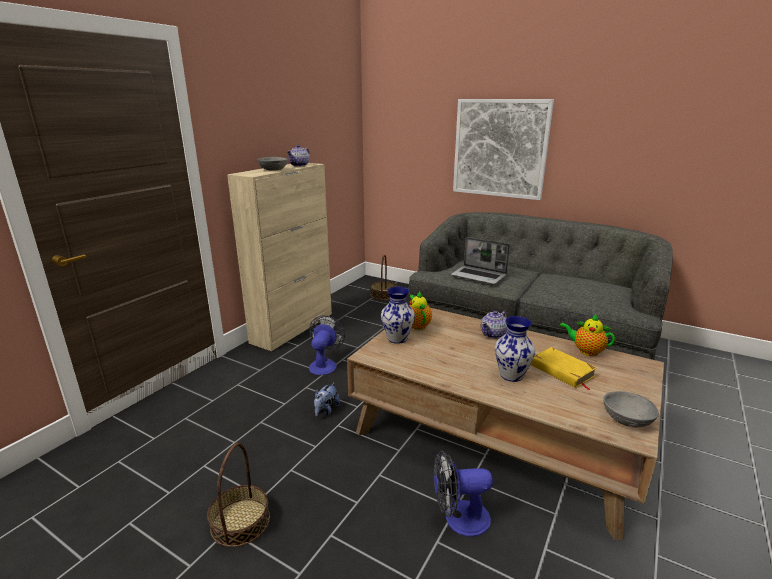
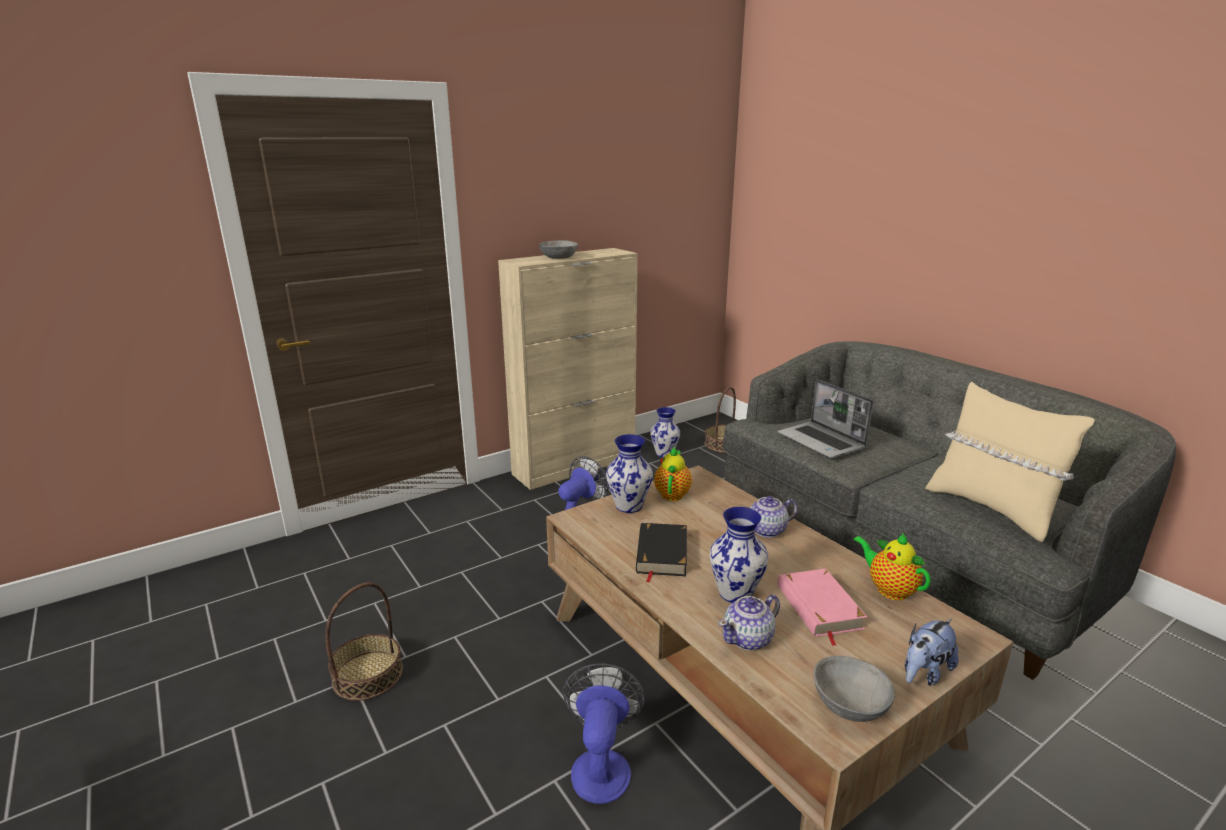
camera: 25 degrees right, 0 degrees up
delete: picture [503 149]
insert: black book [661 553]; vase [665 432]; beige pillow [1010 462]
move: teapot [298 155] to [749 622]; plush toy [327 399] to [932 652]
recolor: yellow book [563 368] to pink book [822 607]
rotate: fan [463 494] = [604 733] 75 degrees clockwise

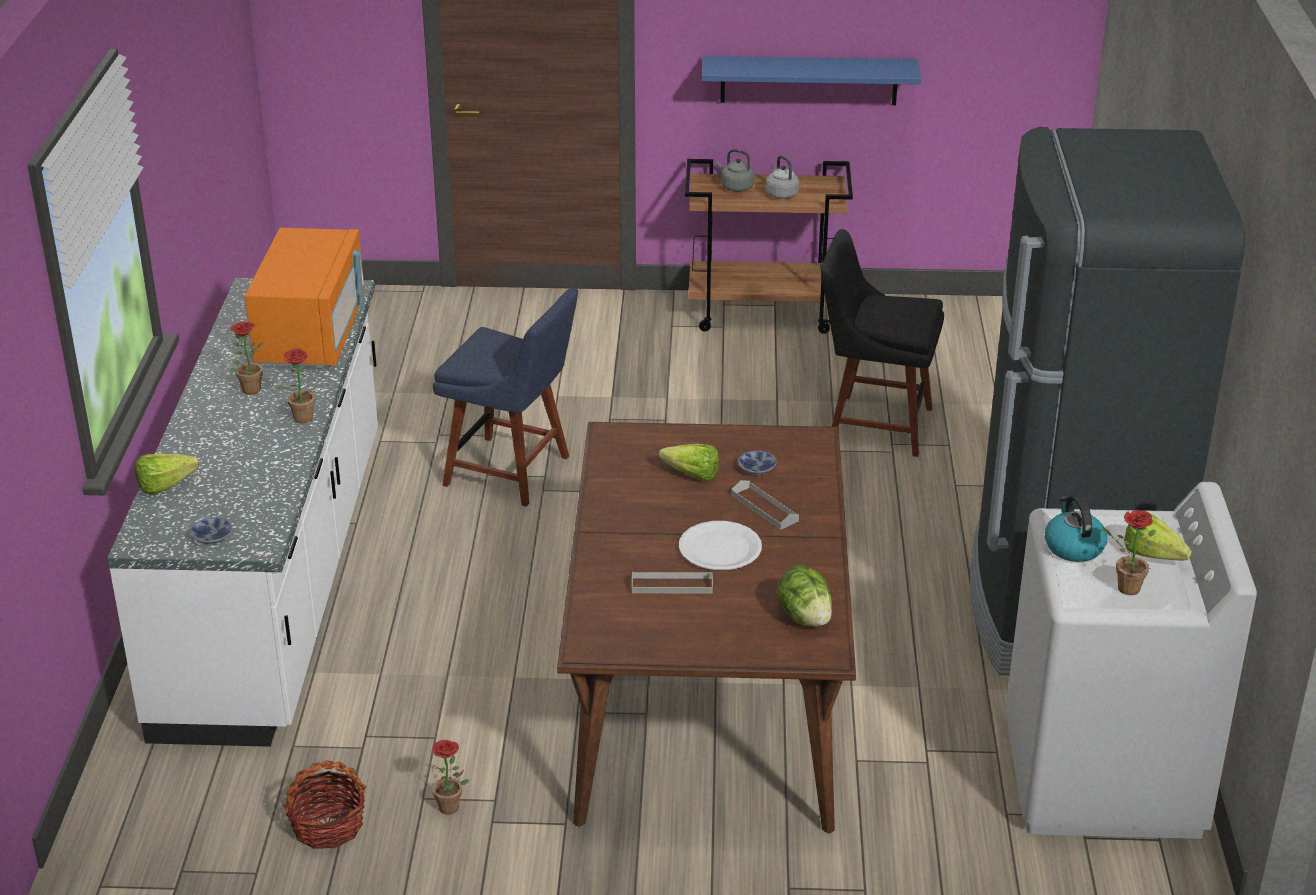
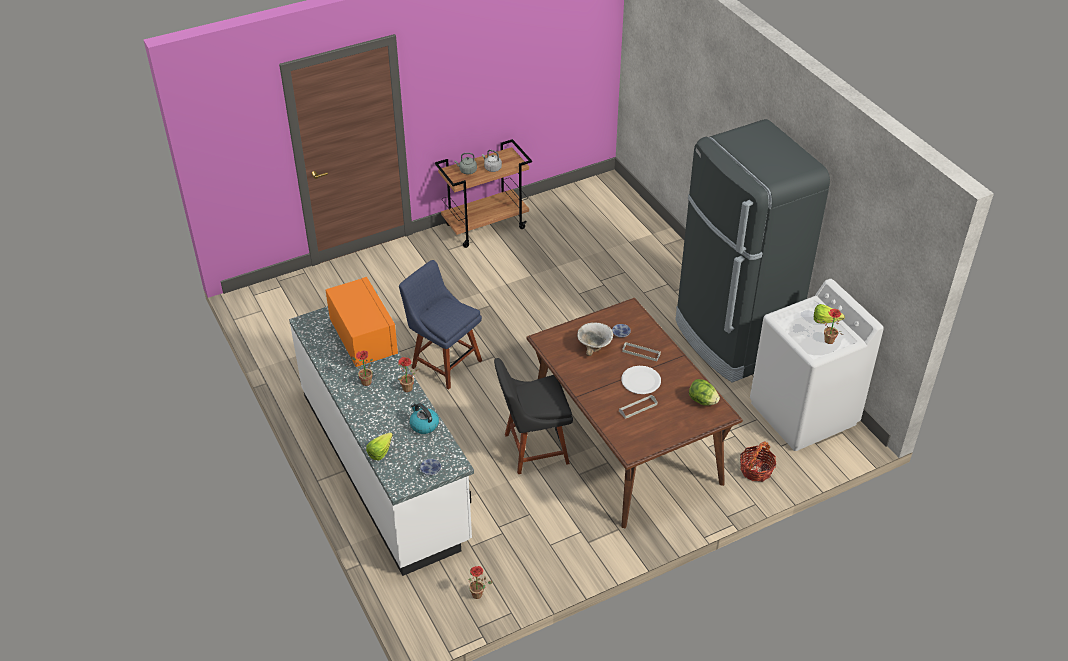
camera: 30 degrees left, 10 degrees up
delete: blue shelf [811 80]
move: basket [324 804] to [758 461]; potted plant [447 777] to [481 582]; black chair [882 343] to [533 416]; kettle [1076 528] to [424 418]
replace: lettuce [689 462] to bowl [595 339]
rotate: blue chair [505 397] = [440 324] 135 degrees counterclockwise

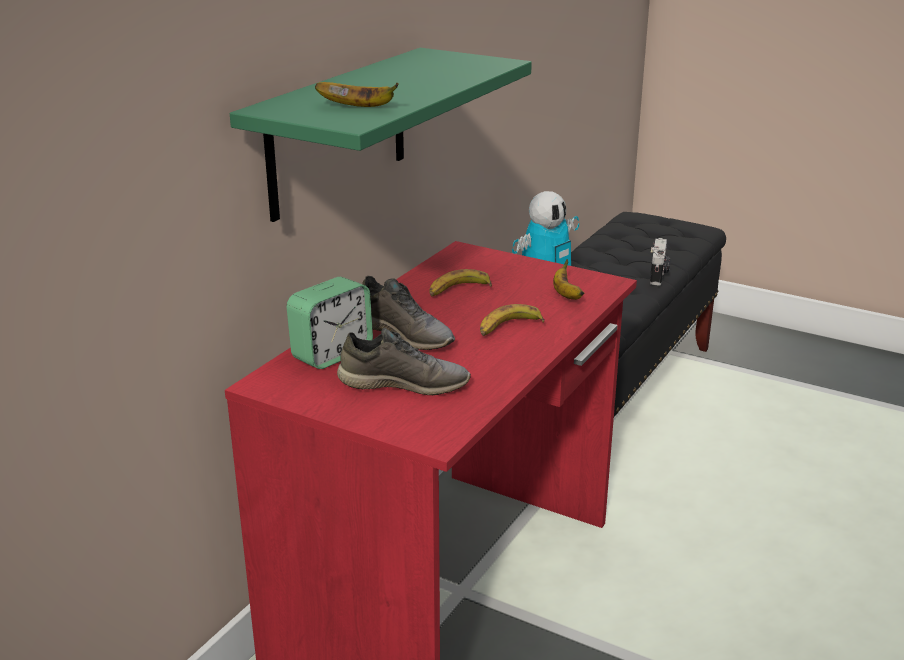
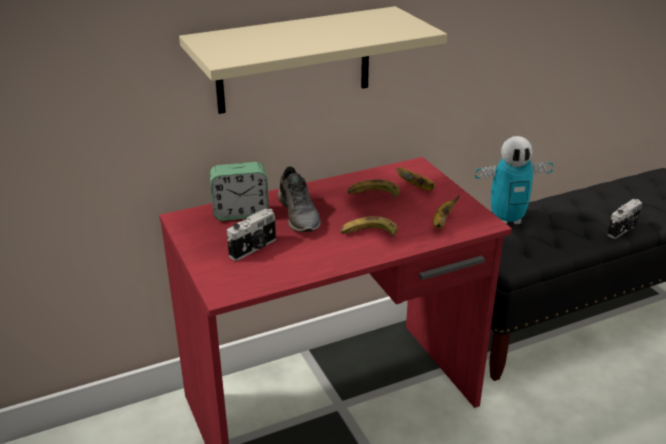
camera: 35 degrees right, 5 degrees up
move: banana [357 94] to [415 179]
replace: grey shoe [404 361] to photo camera [251 234]
recolor: green shelf [381 135] to beige shelf [313 60]

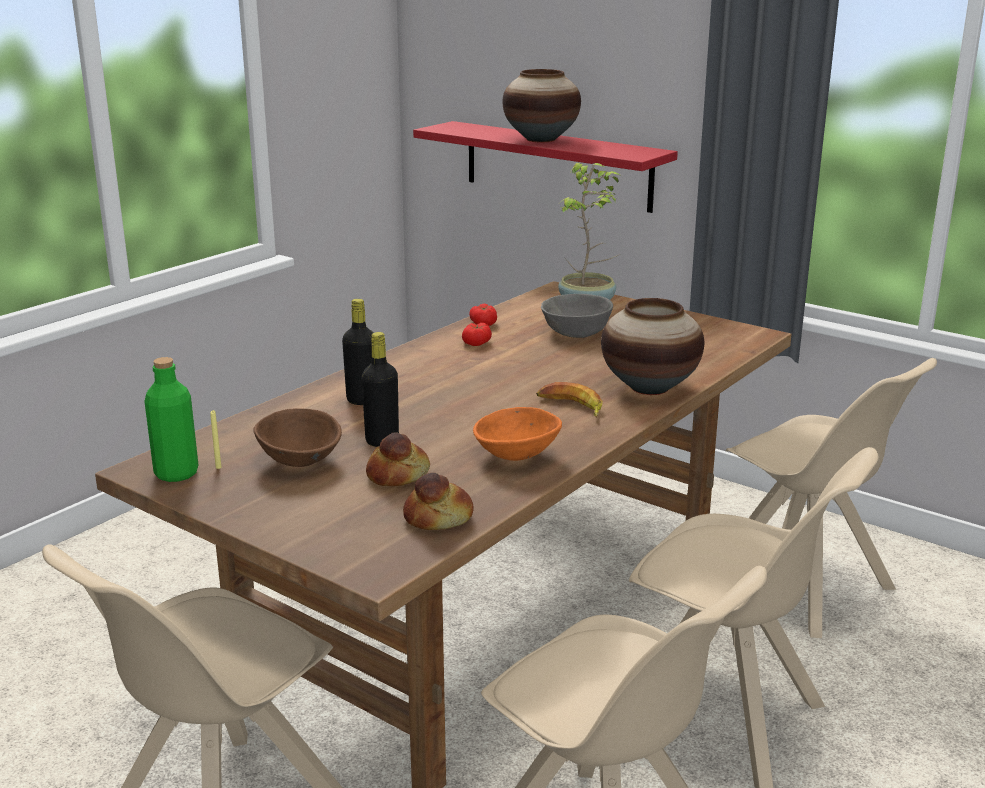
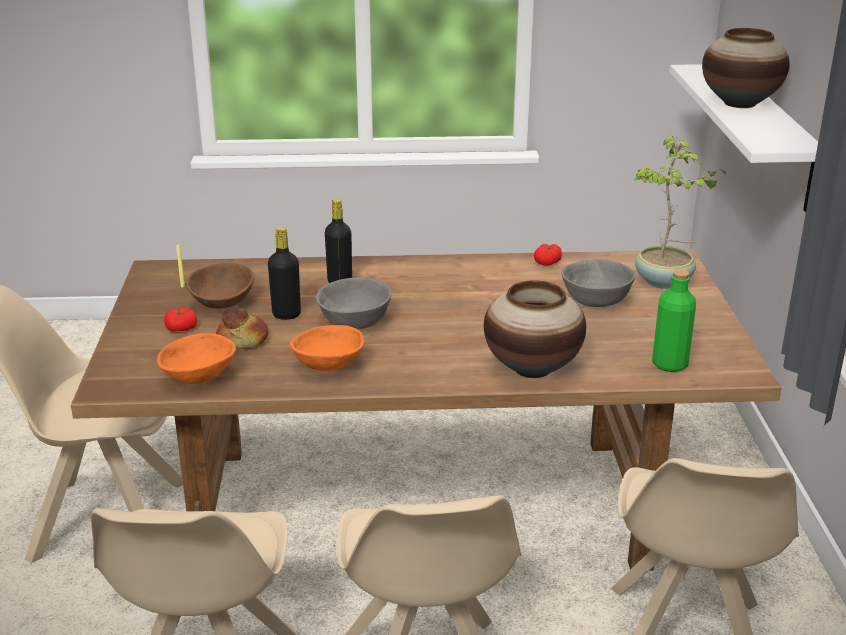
camera: 50 degrees right, 5 degrees up
delete: banana [569 399]
insert: grey bowl [353 303]
move: green bottle [171 419] to [674 320]; tomato [477 334] to [180 319]
replace: bread [438 501] to orange bowl [196 358]
recolor: red shelf [545 167] to white shelf [744 138]

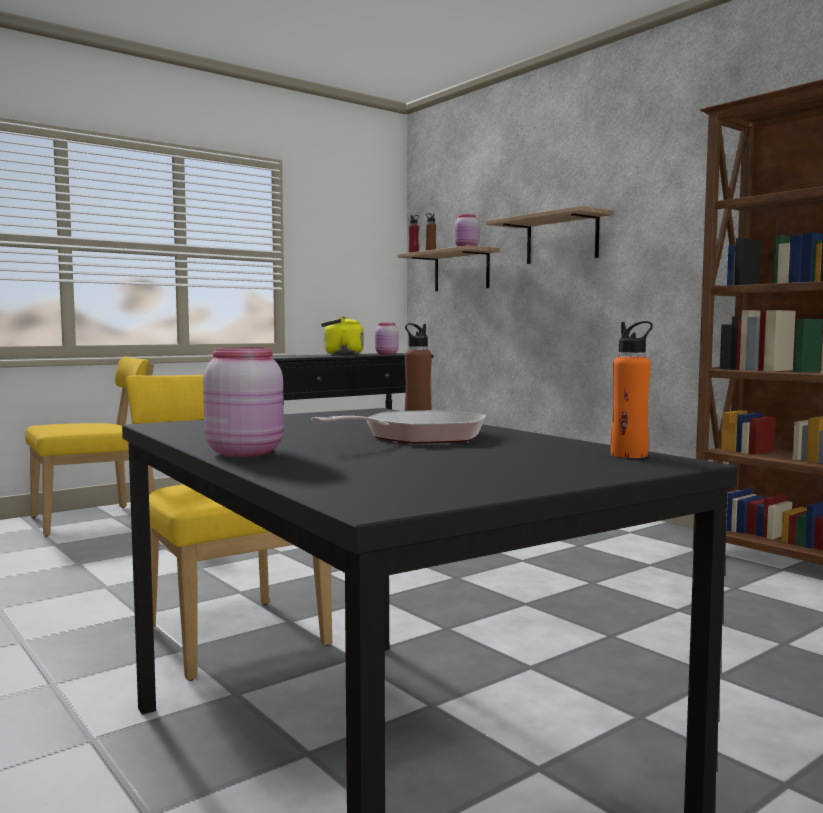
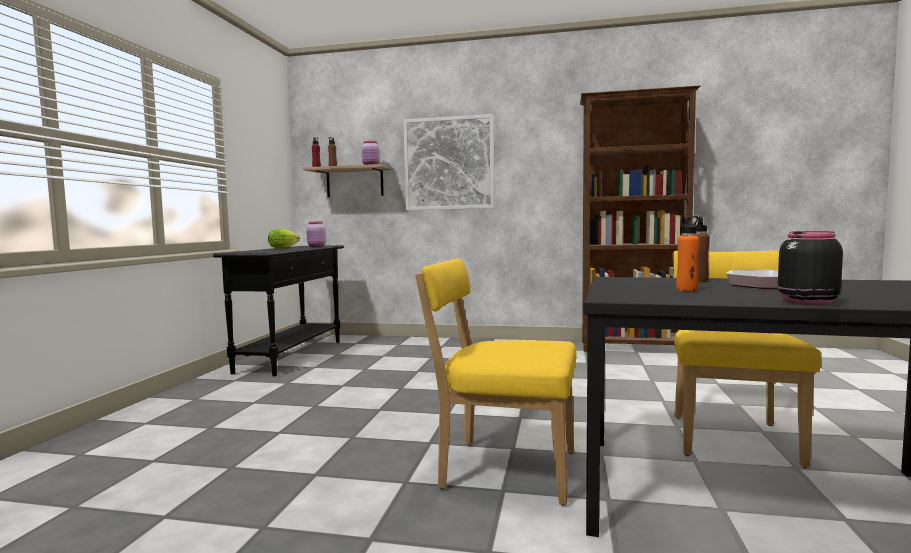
camera: 40 degrees left, 0 degrees up
move: yellow chair [89 446] to [747 359]; orange bottle [632 389] to [687 253]
replace: yellow kettle [342 335] to lettuce [284 239]; shelf [549 235] to picture [449 162]
recolor: pink jar [243 402] to black jar [810 268]

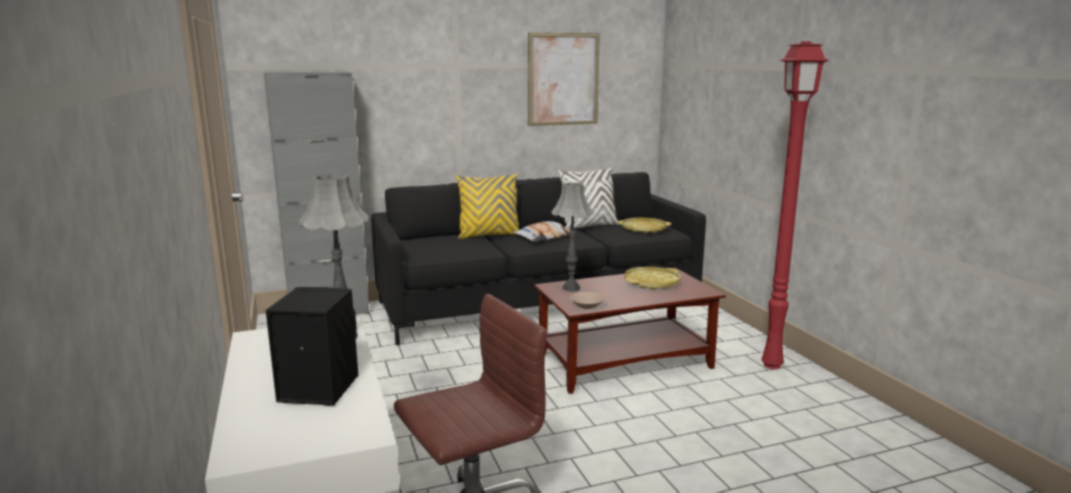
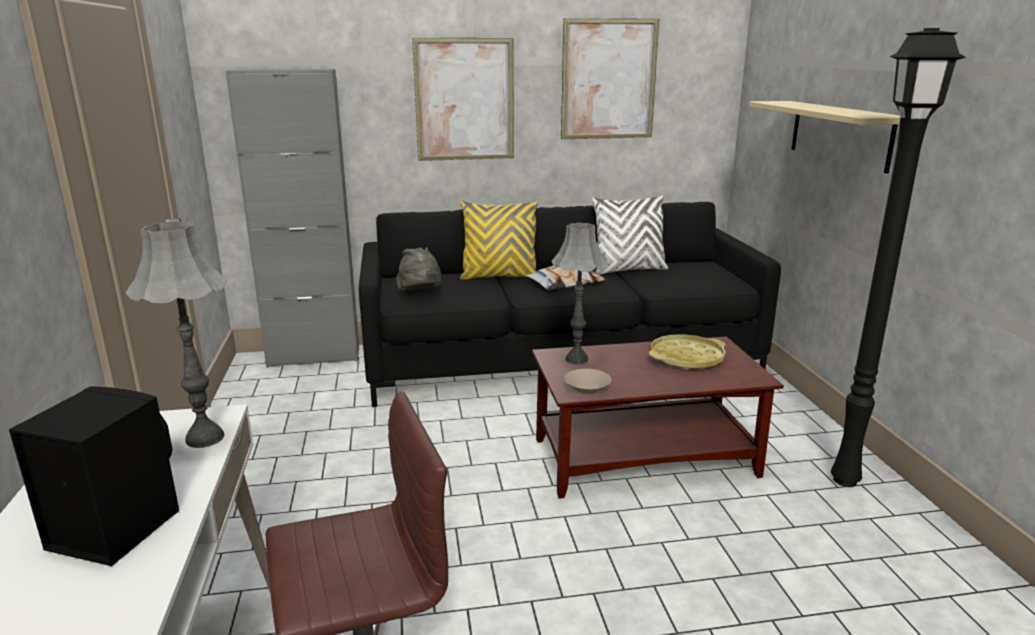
camera: 10 degrees right, 5 degrees up
delete: yellow tray [644 225]
insert: grey hat [419 269]; picture [463 99]; beige shelf [824 137]
recolor: red floor lamp [795 205] to black floor lamp [898 257]

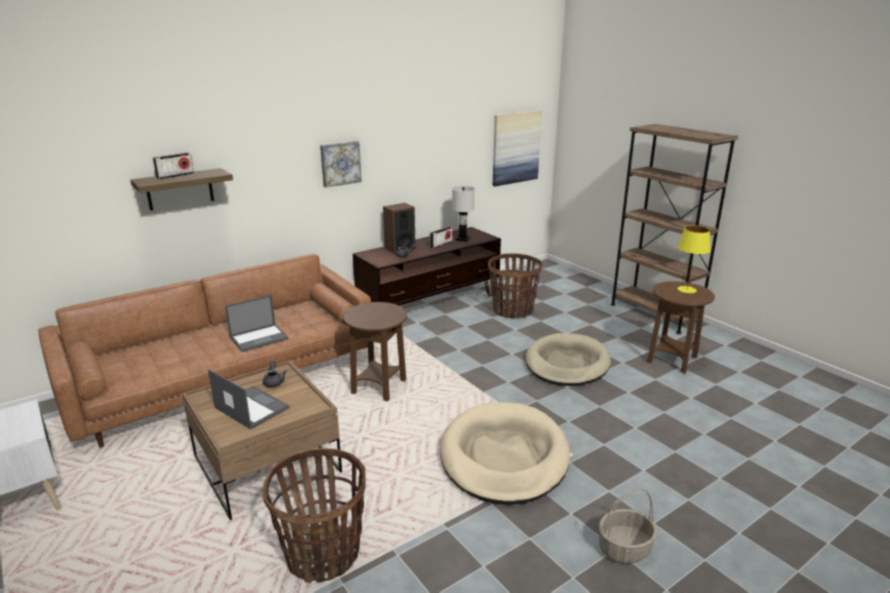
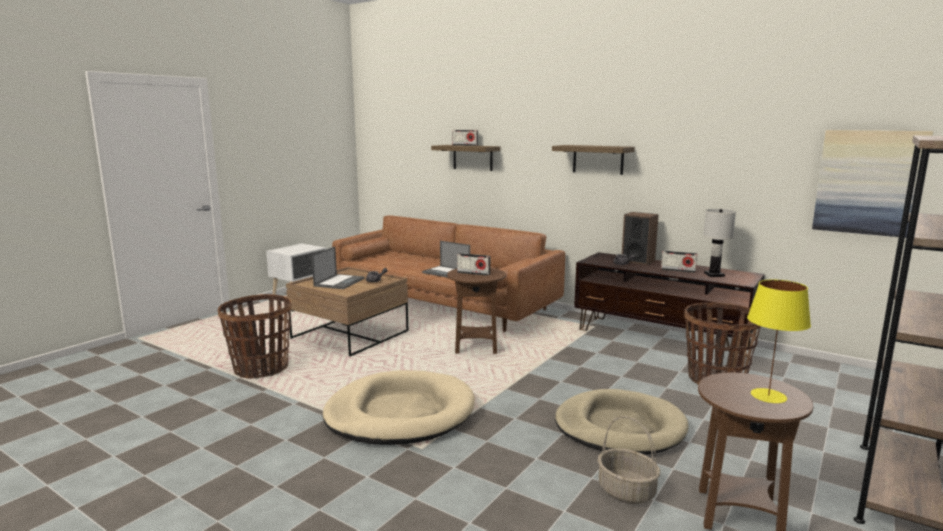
camera: 70 degrees right, 10 degrees down
insert: radio [473 264]
move: basket [628 526] to [629 460]
replace: picture [341 164] to shelf [593 160]

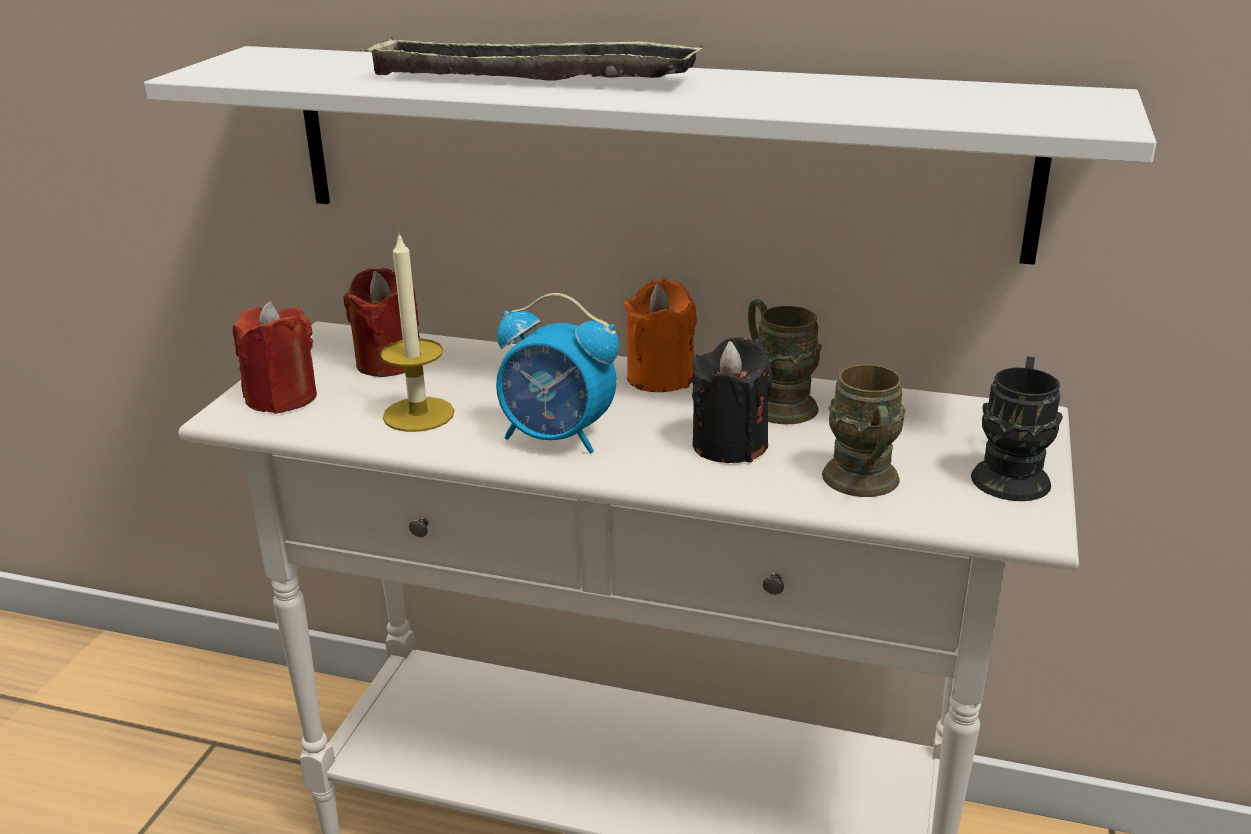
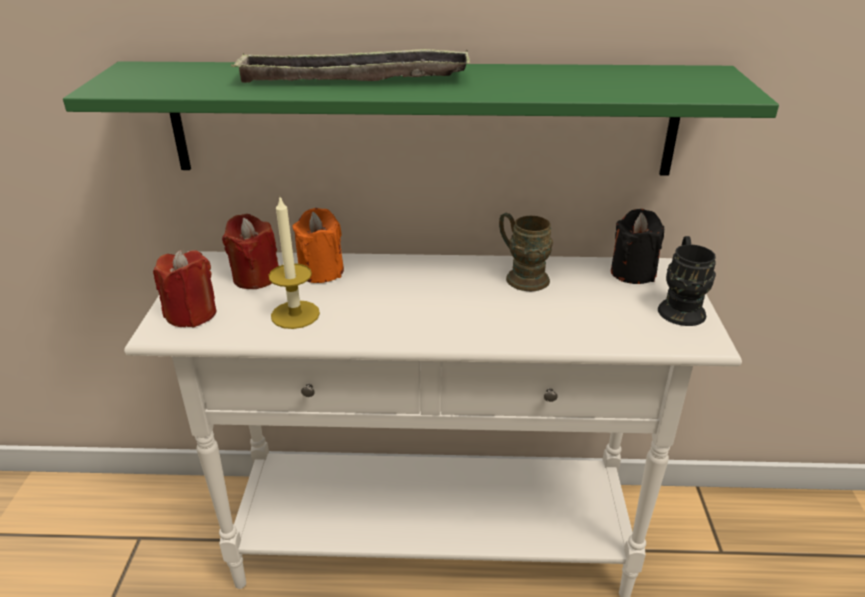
camera: 15 degrees left, 5 degrees up
delete: alarm clock [557 373]; brown mug [864 431]
move: orange candle [660 335] to [318 245]; black candle [732 400] to [637 246]
recolor: white shelf [650 155] to green shelf [421 118]

